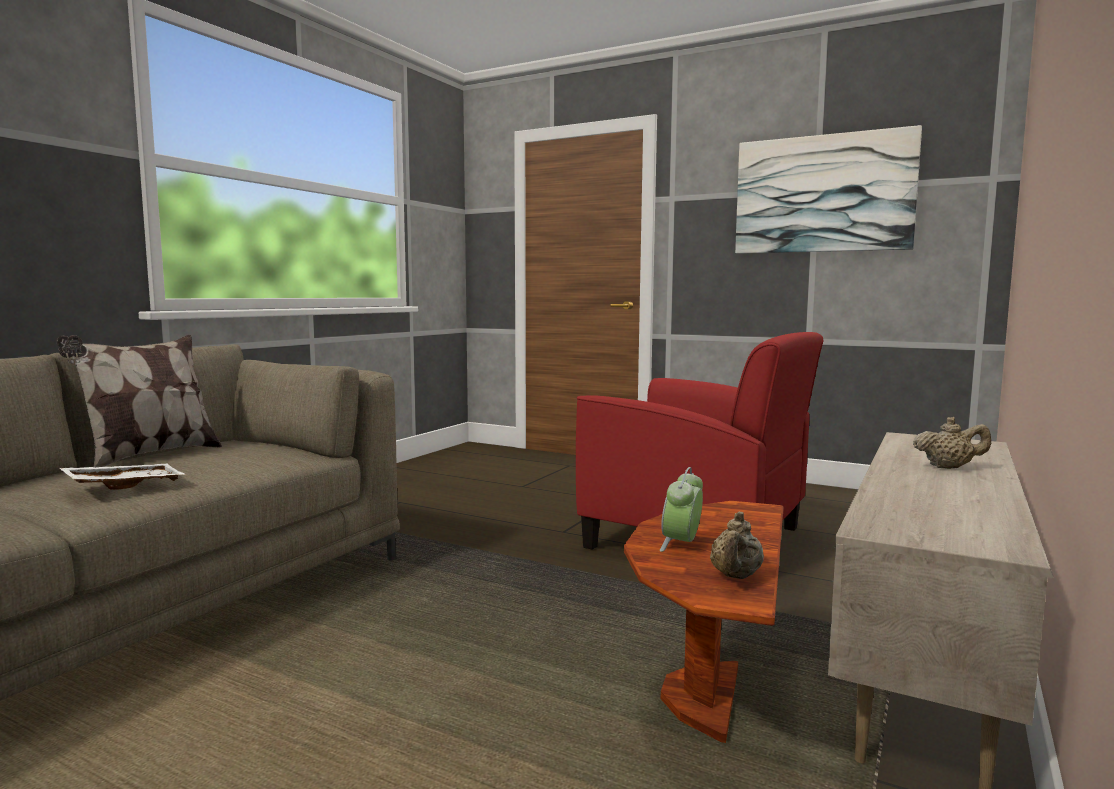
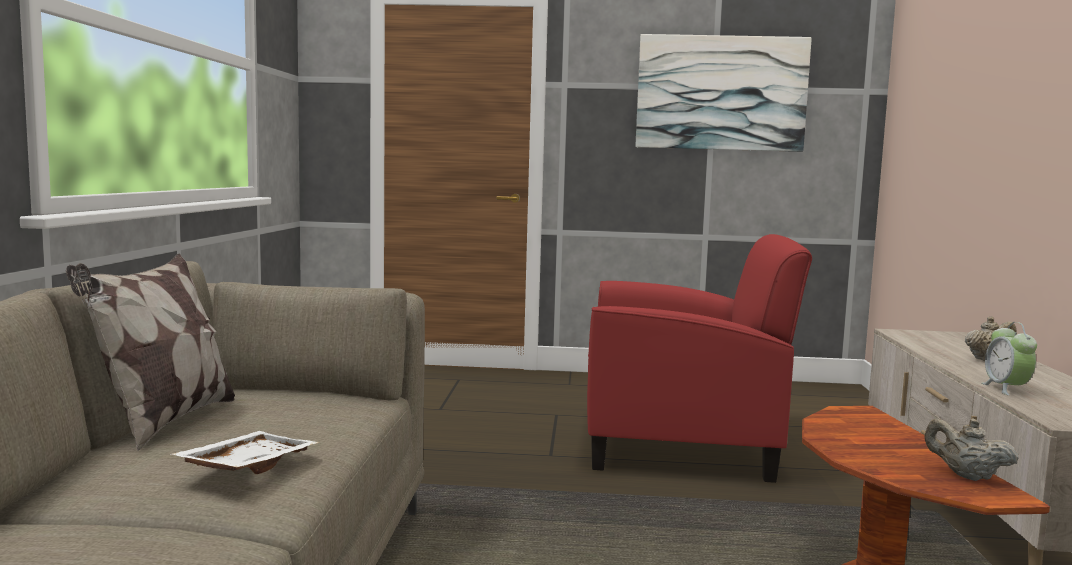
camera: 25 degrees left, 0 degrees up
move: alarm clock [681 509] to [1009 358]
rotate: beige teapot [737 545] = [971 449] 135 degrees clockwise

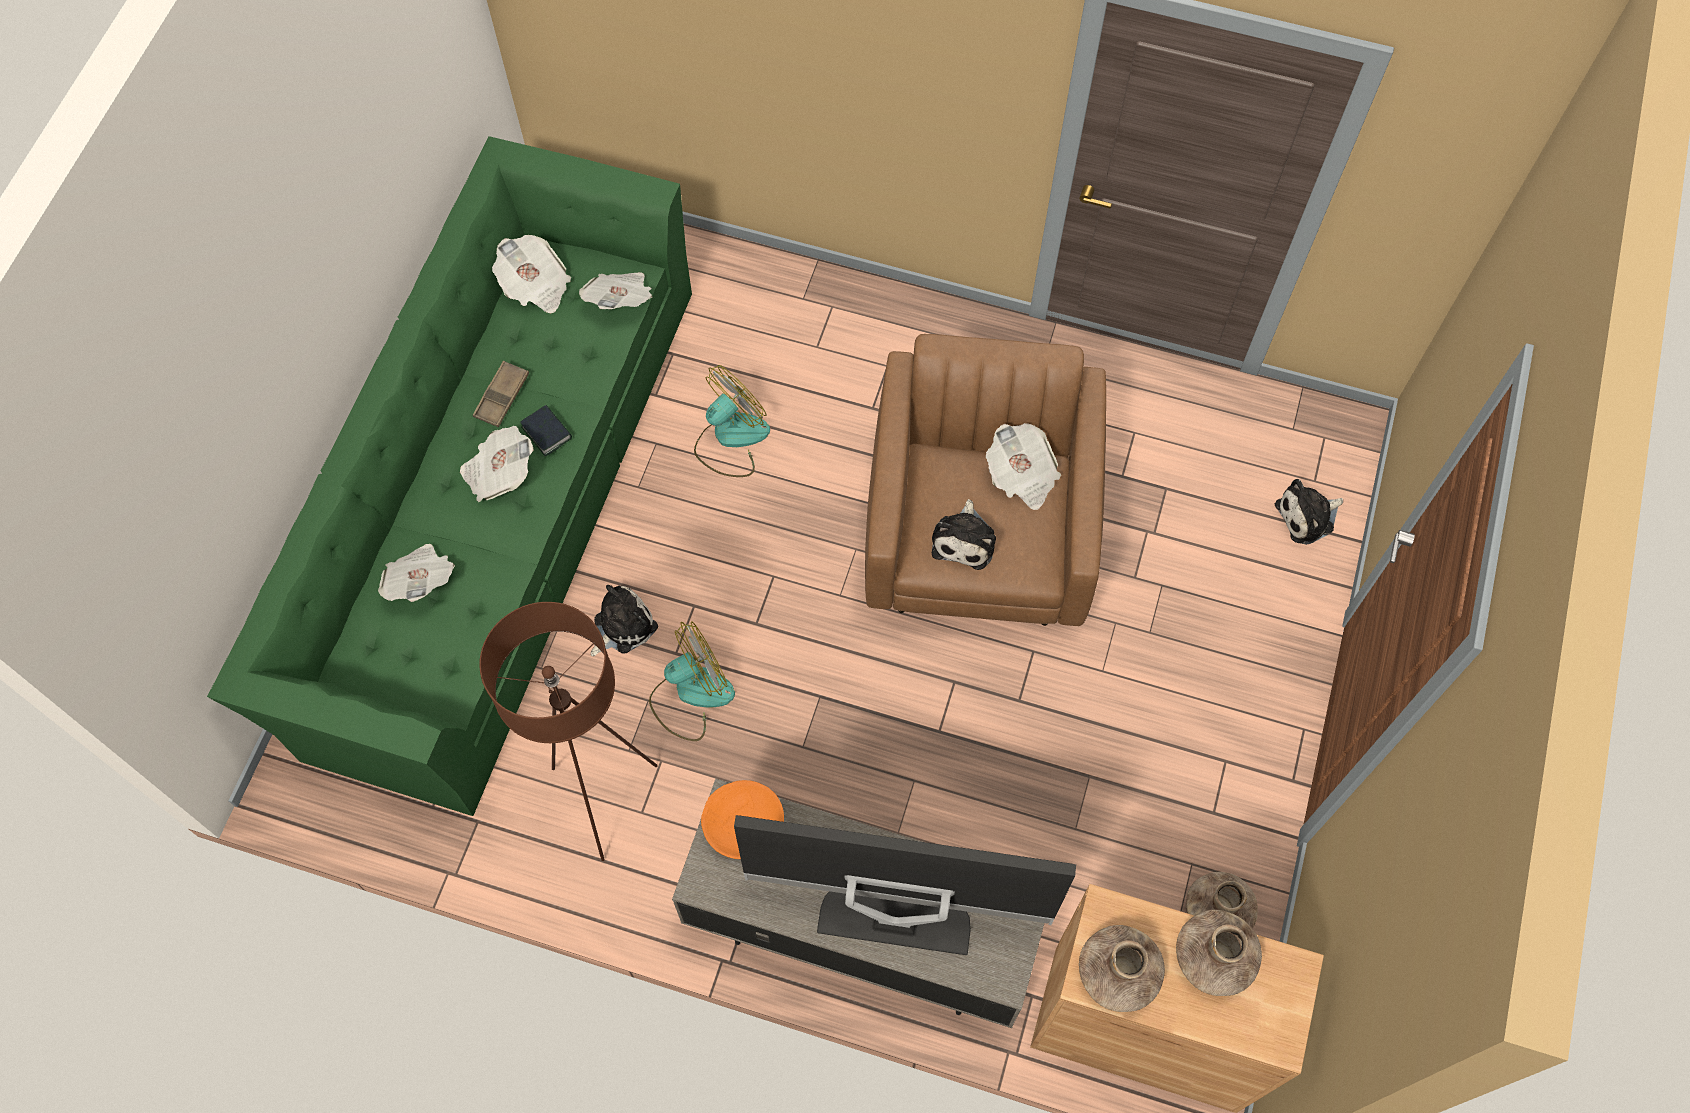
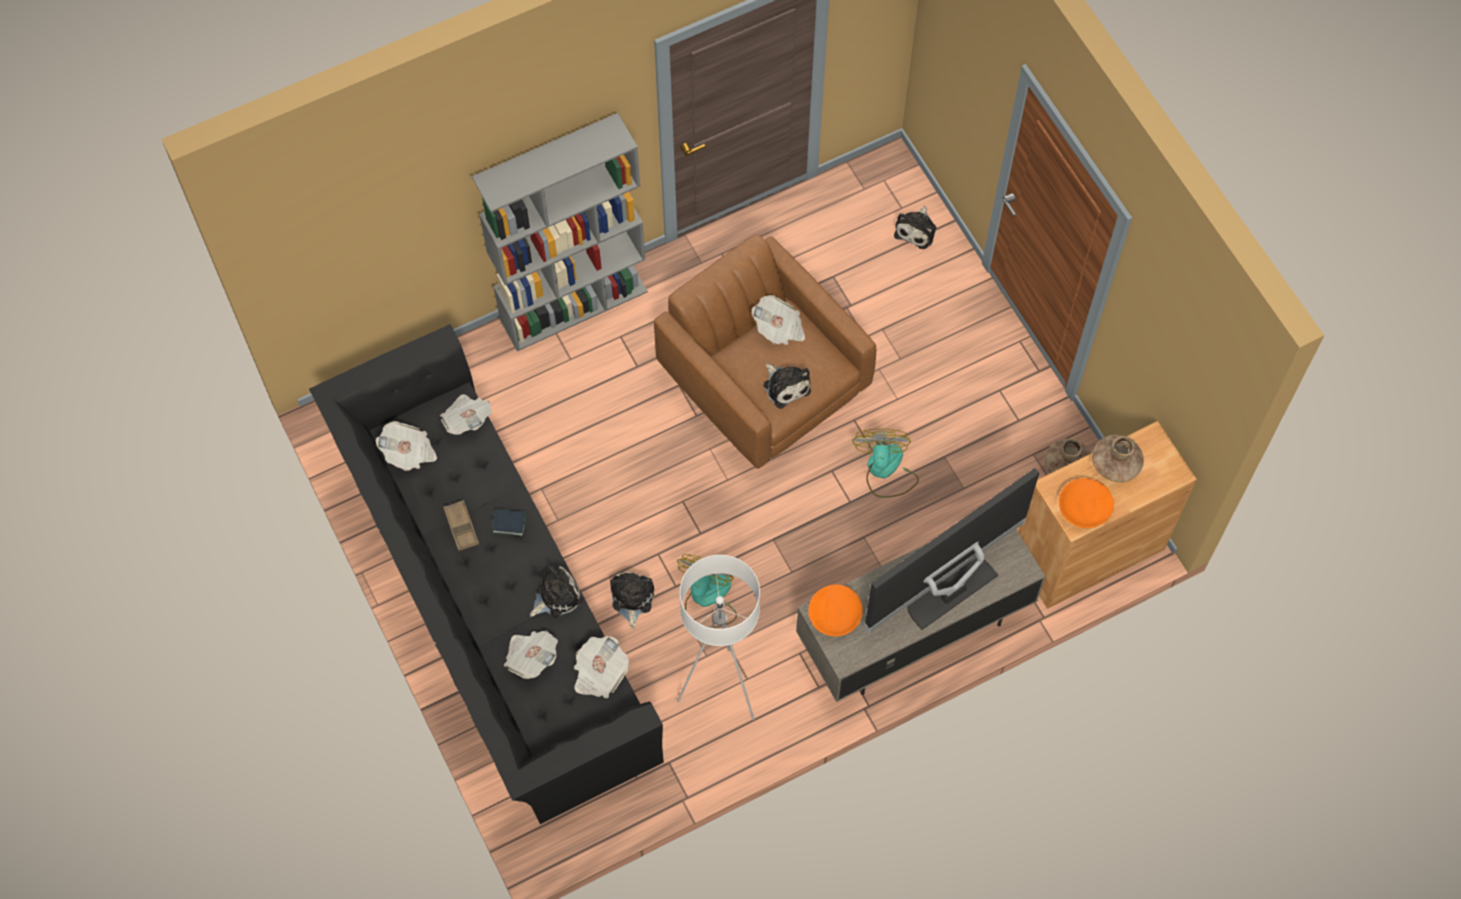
camera: 45 degrees left, 0 degrees up
insert: grey bookcase [560 232]; plush toy [556 591]
move: newspaper [496 464] to [601 667]; fan [732 421] to [886 463]
replace: brown vase [1122 968] to orange bowl [1086 503]
recolor: green sofa [449 476] to black sofa [486 574]; brown floor lamp [568 731] to white floor lamp [718 637]

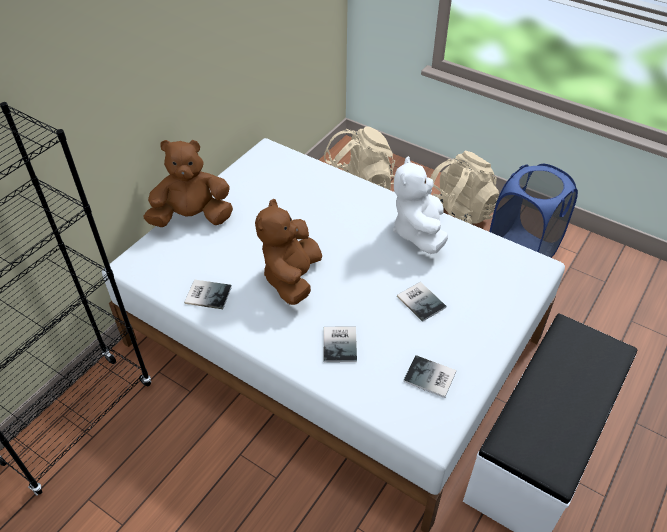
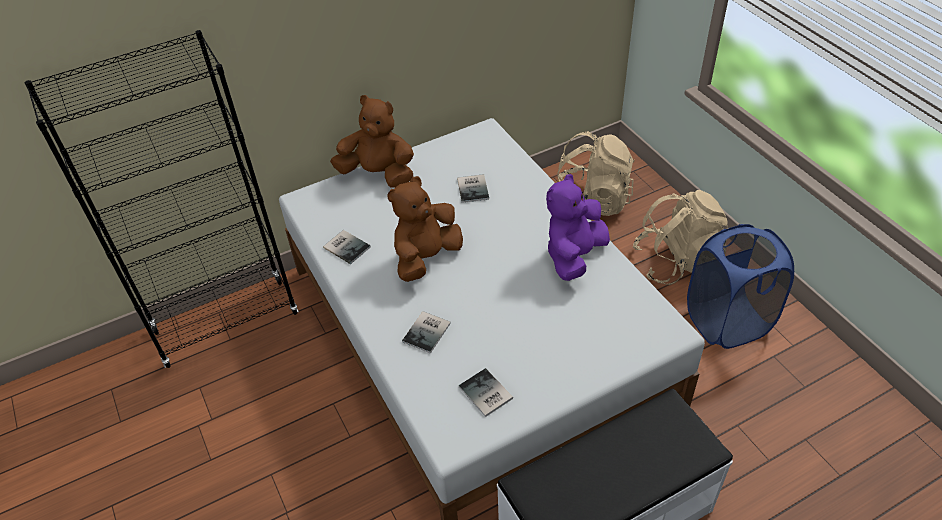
camera: 30 degrees right, 0 degrees up
move: book [421 302] to [473 188]
recolor: white plush toy [420 205] to purple plush toy [578 227]

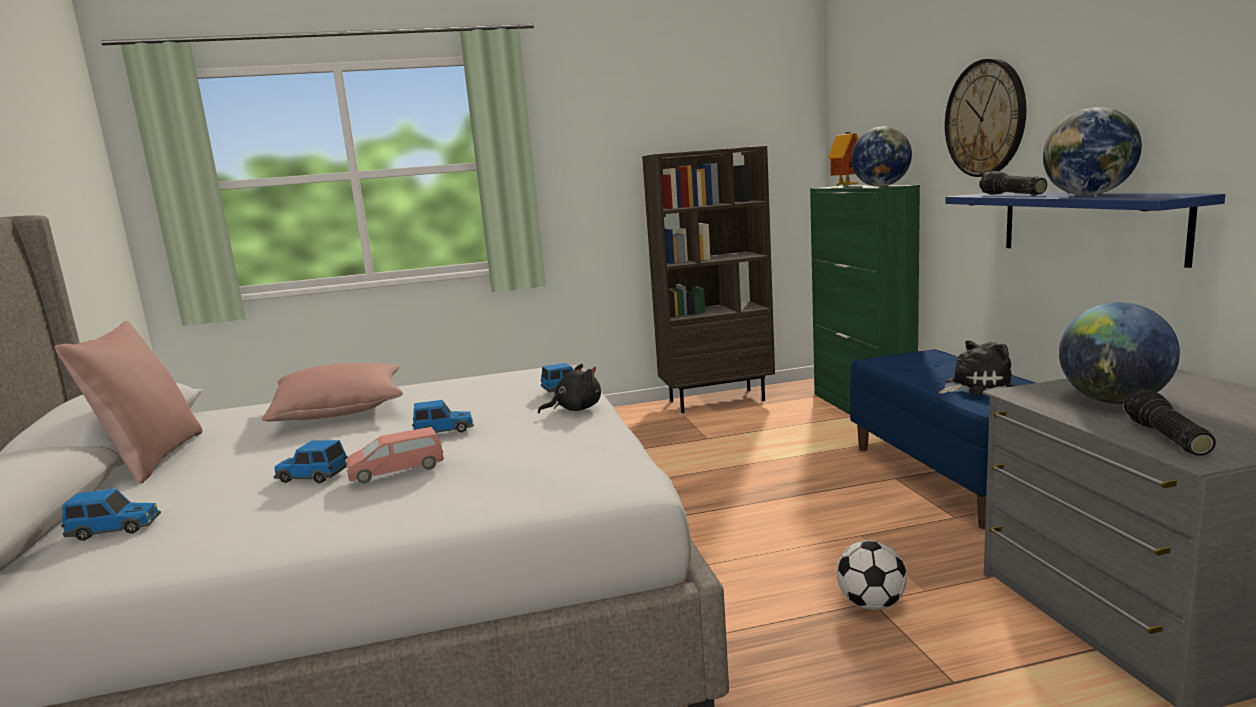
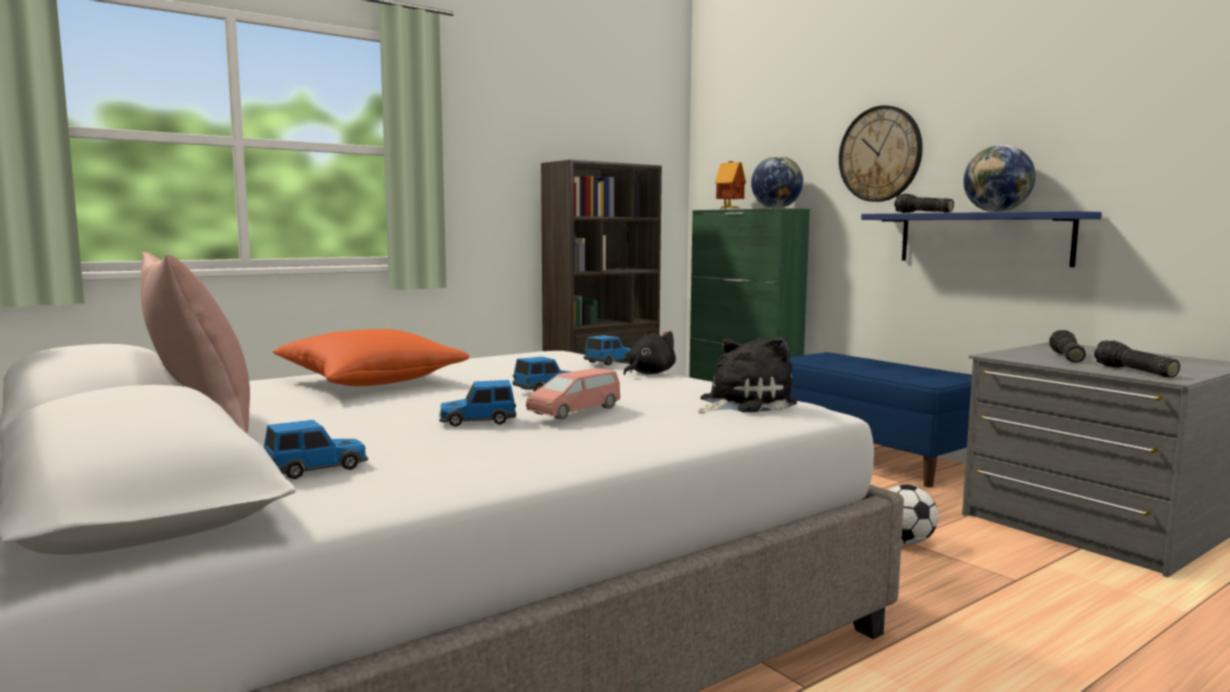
camera: 25 degrees left, 5 degrees down
move: plush toy [977 367] to [747 376]
replace: globe [1119 353] to flashlight [1067 346]
recolor: pink pillow [332 392] to orange pillow [370 357]

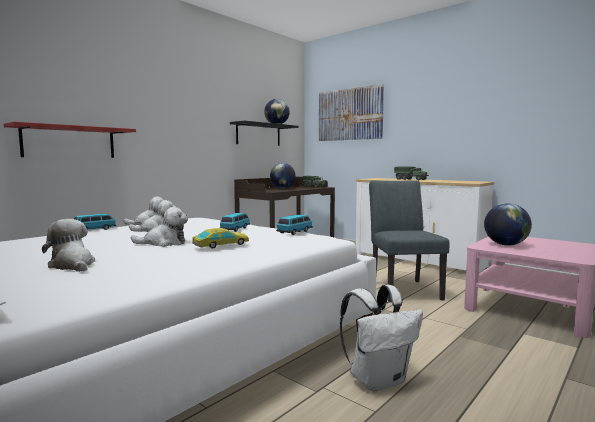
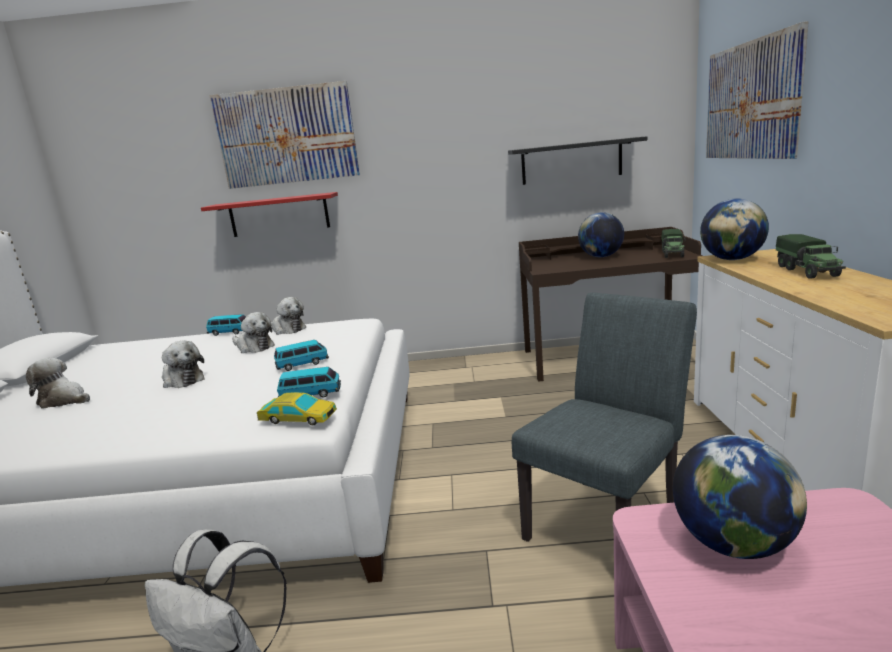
camera: 50 degrees right, 10 degrees up
insert: picture [284 135]
move: toy car [220 238] to [297 408]; globe [277 111] to [734 229]
rotate: plush toy [68 245] = [58 383] 75 degrees counterclockwise

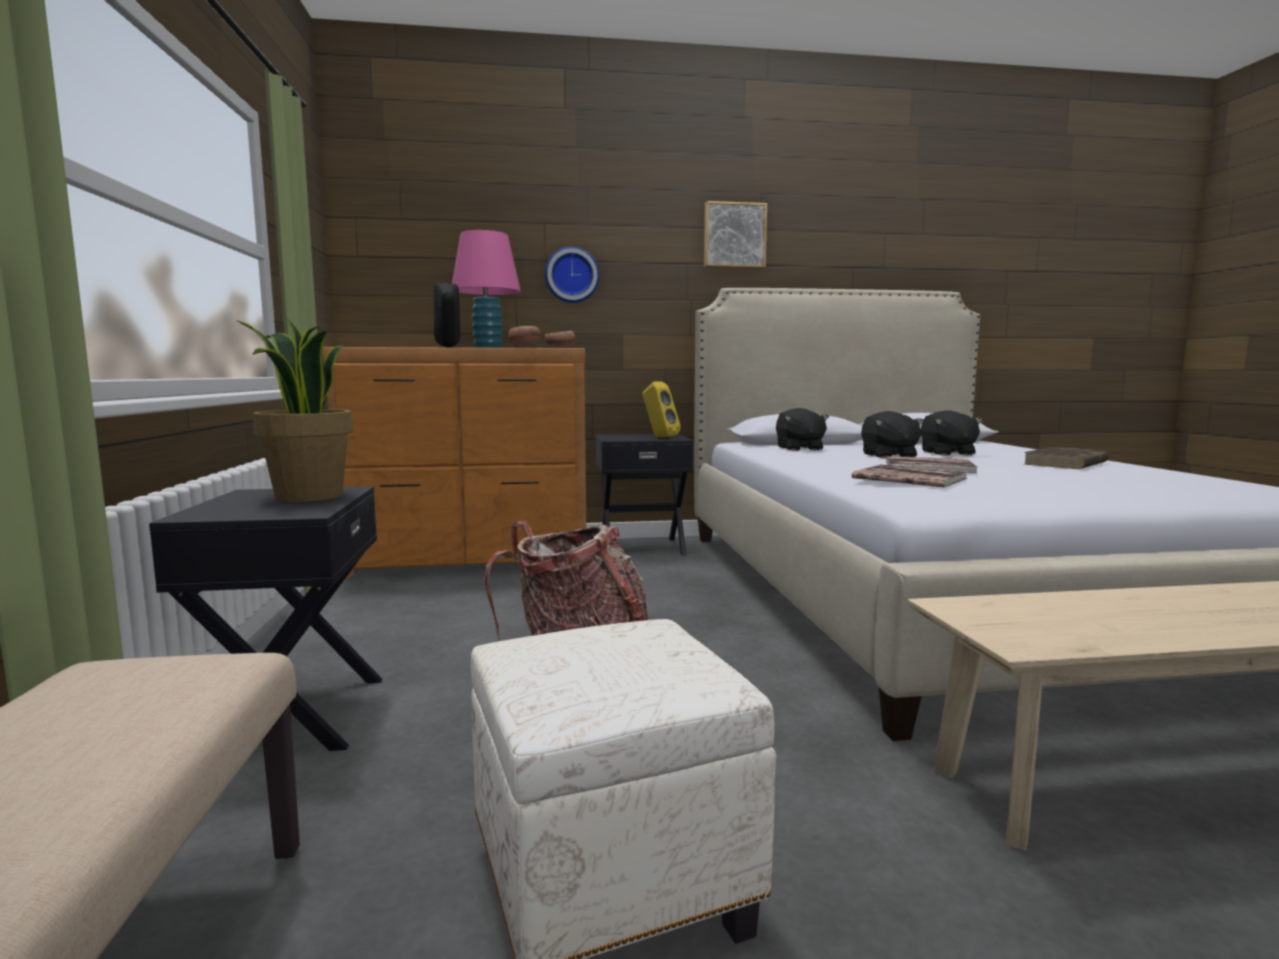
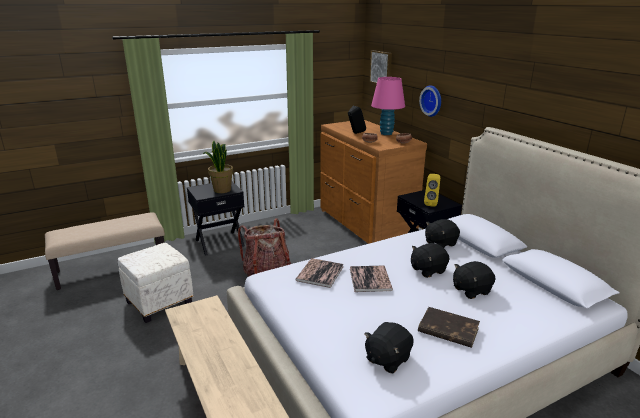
camera: 70 degrees right, 15 degrees up
insert: black plush toy [389 347]
move: picture [735 235] to [380 67]

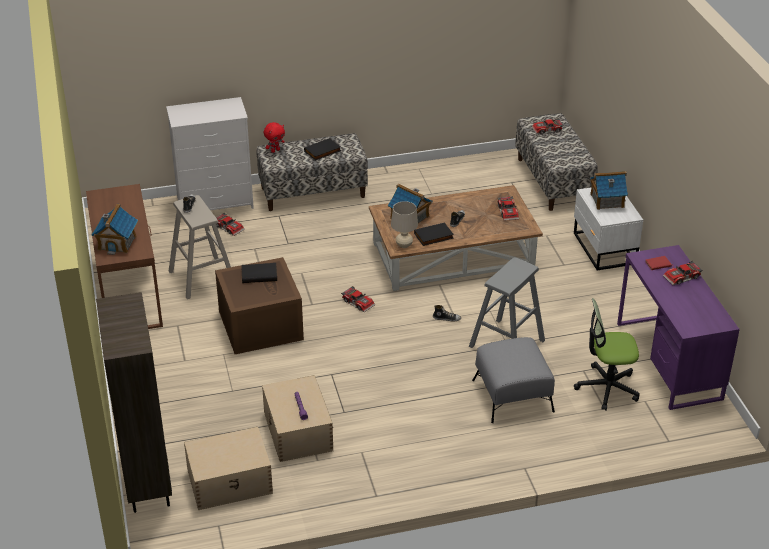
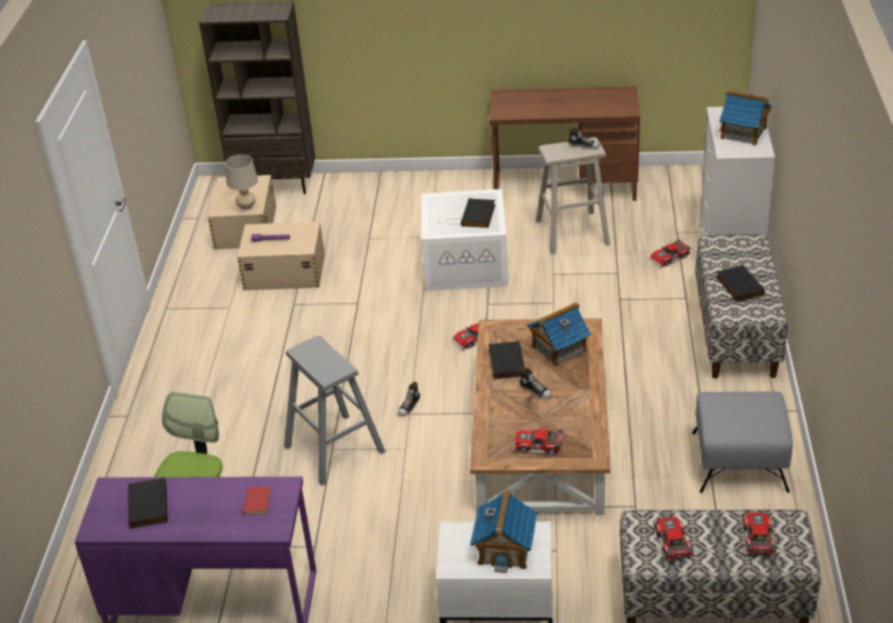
camera: 110 degrees right, 0 degrees up
delete: red plush toy [274 137]
insert: black book [148 503]
move: toy house [114 229] to [745 118]; beige table lamp [404 224] to [241 182]; grey ottoman [513 380] to [742 442]; toy car [683 273] to [673 538]
recolor: brown storage box [259 305] to white storage box [464 240]

